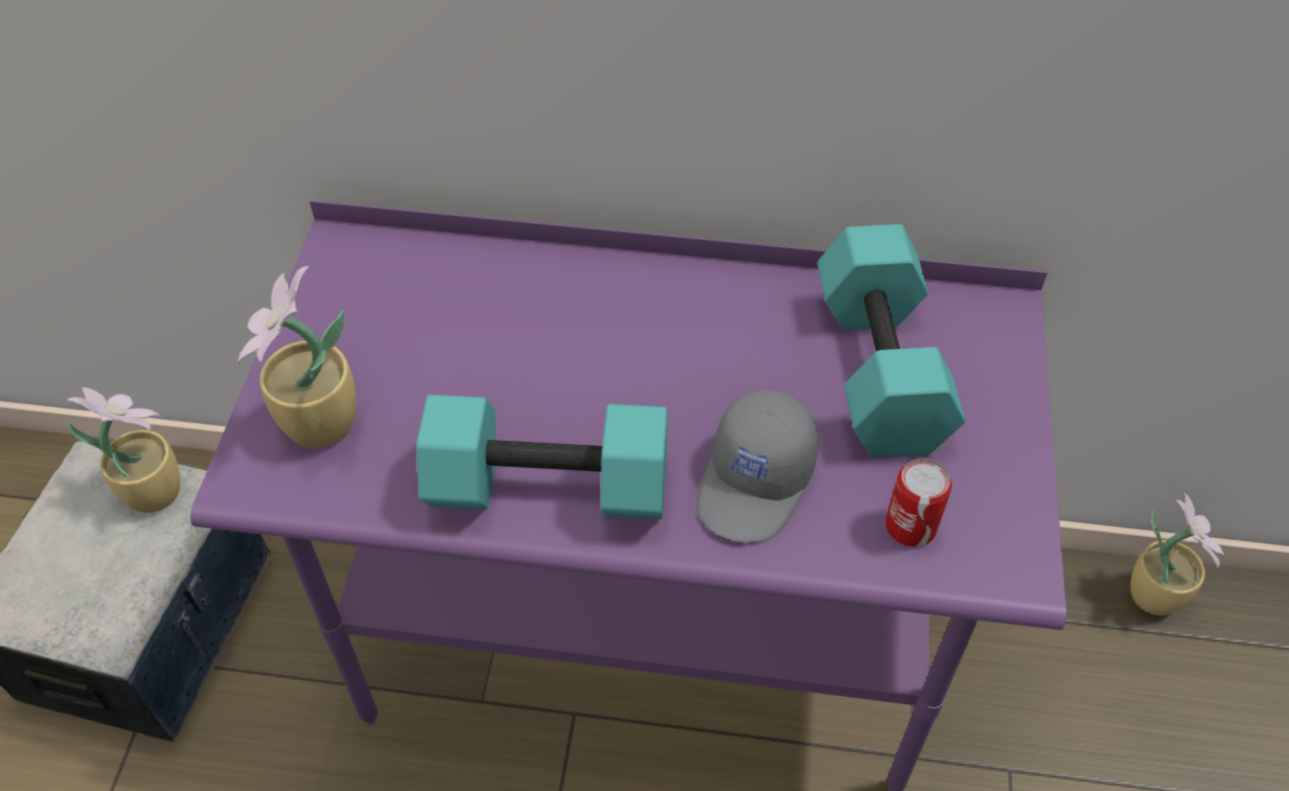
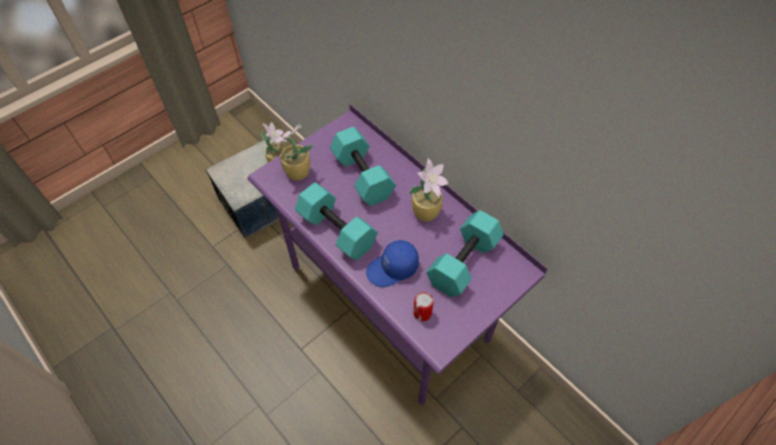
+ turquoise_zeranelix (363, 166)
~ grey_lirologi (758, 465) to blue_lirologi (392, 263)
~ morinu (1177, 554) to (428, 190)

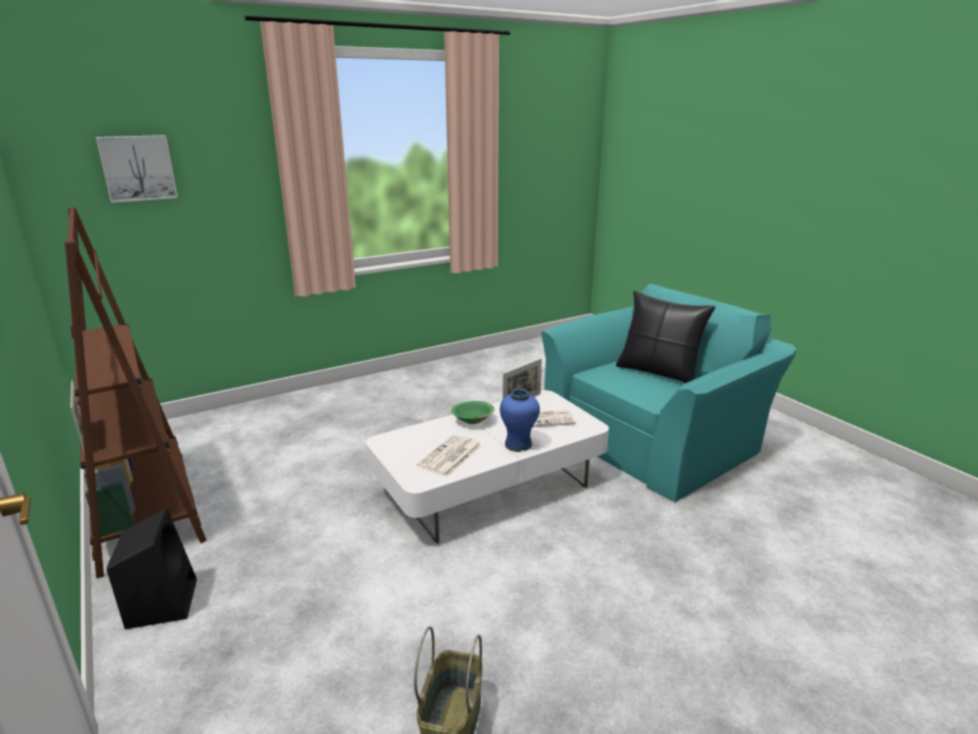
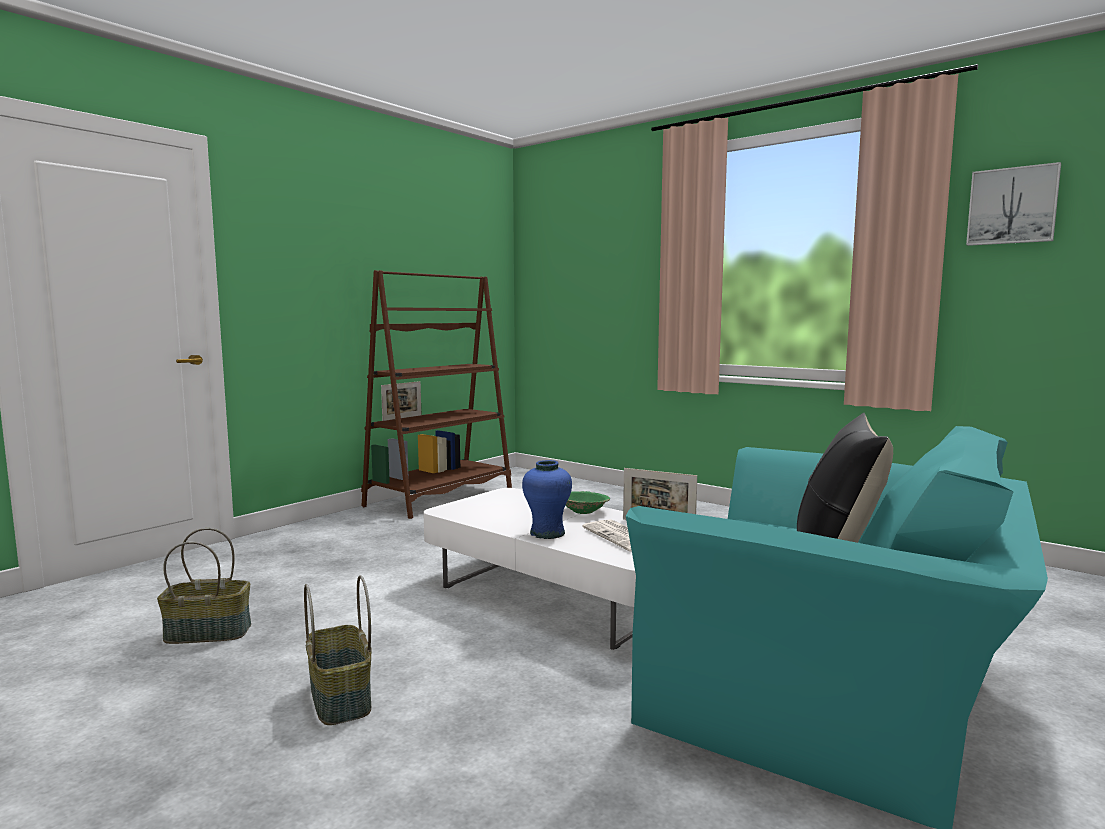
+ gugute (338, 650)
~ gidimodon (137, 169) to (1013, 204)
- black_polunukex (152, 568)
- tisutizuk (449, 455)

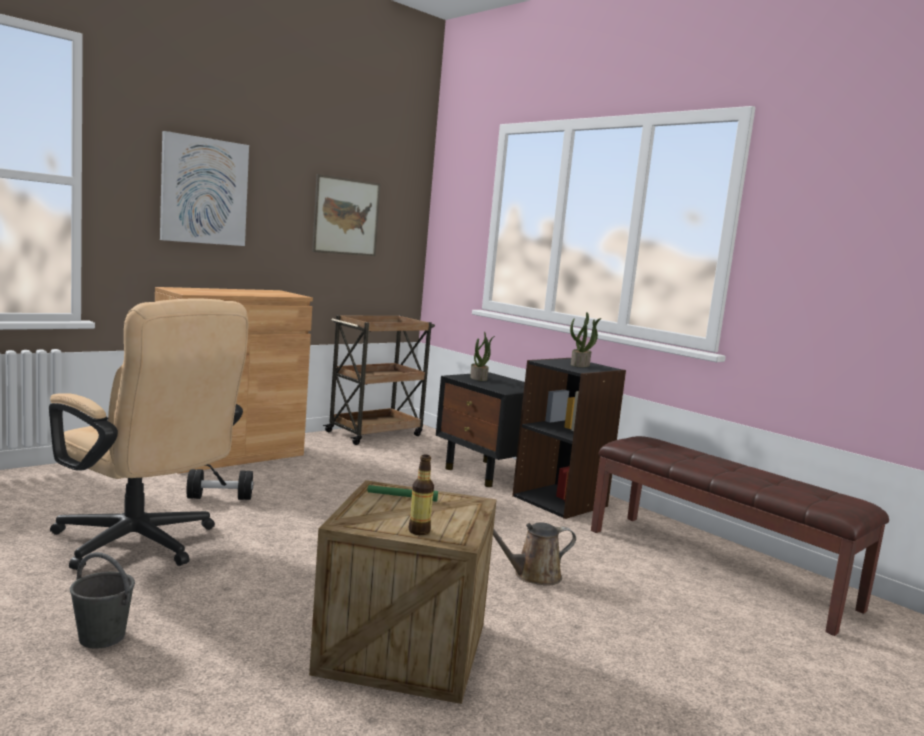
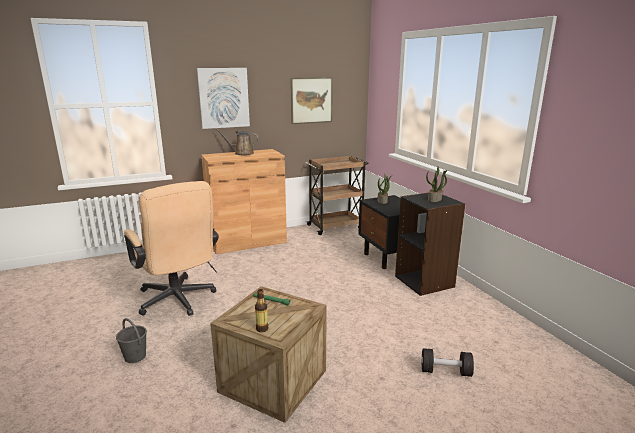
~ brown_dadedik (534, 554) to (237, 142)
~ black_zeranelix (220, 484) to (447, 362)
- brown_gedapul (740, 536)

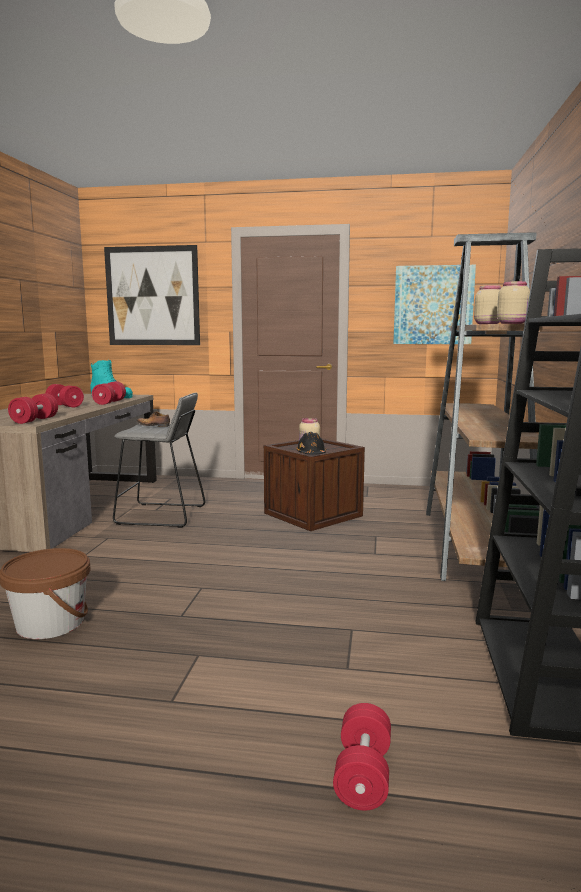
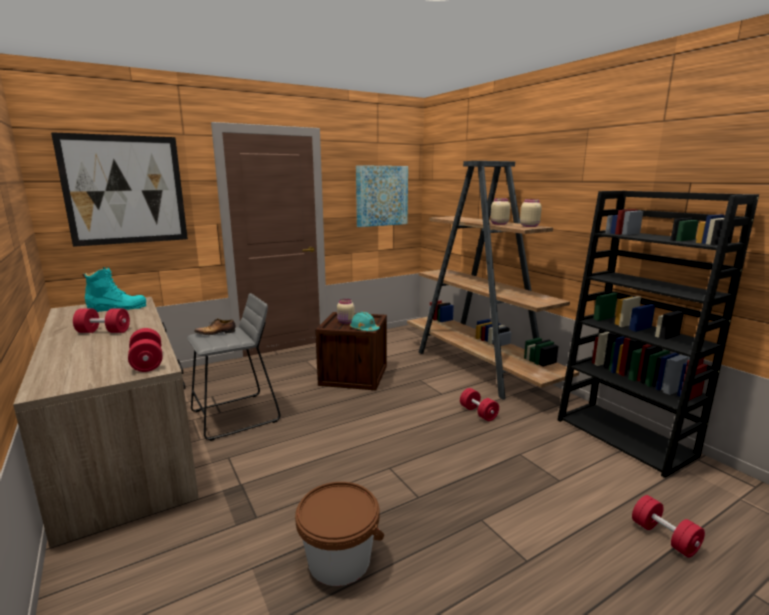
~ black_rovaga (311, 443) to turquoise_rovaga (365, 321)
~ red_zeranelix (109, 393) to (479, 404)

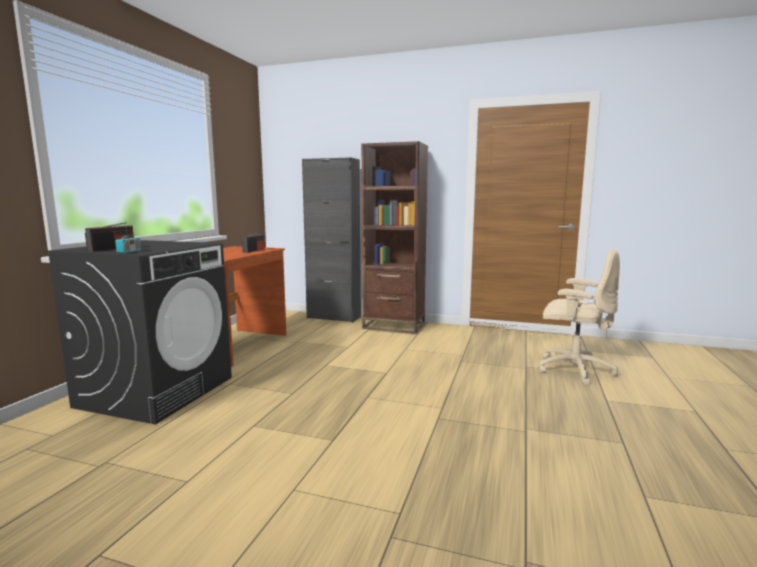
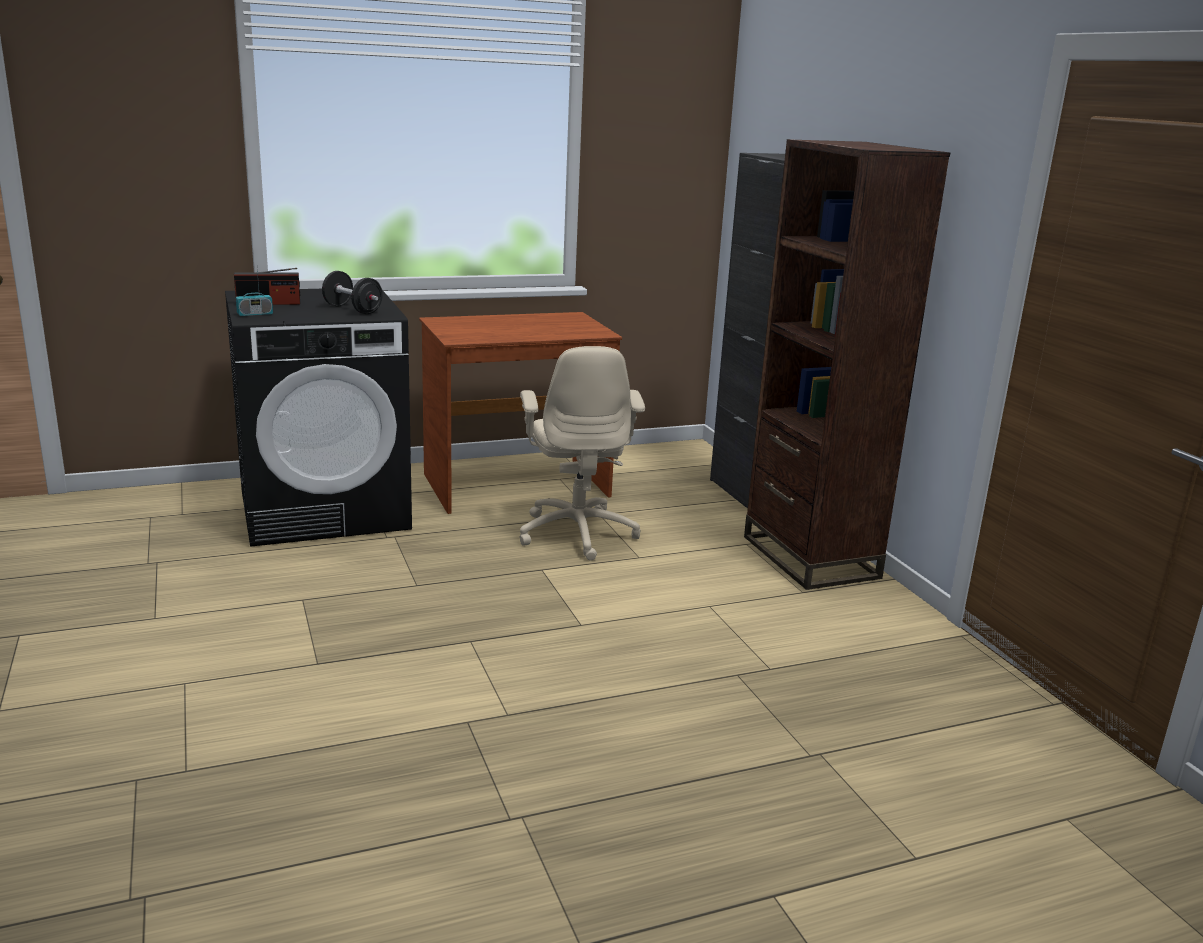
+ black_zeranelix (352, 292)
~ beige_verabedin (579, 317) to (582, 453)
- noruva (253, 242)

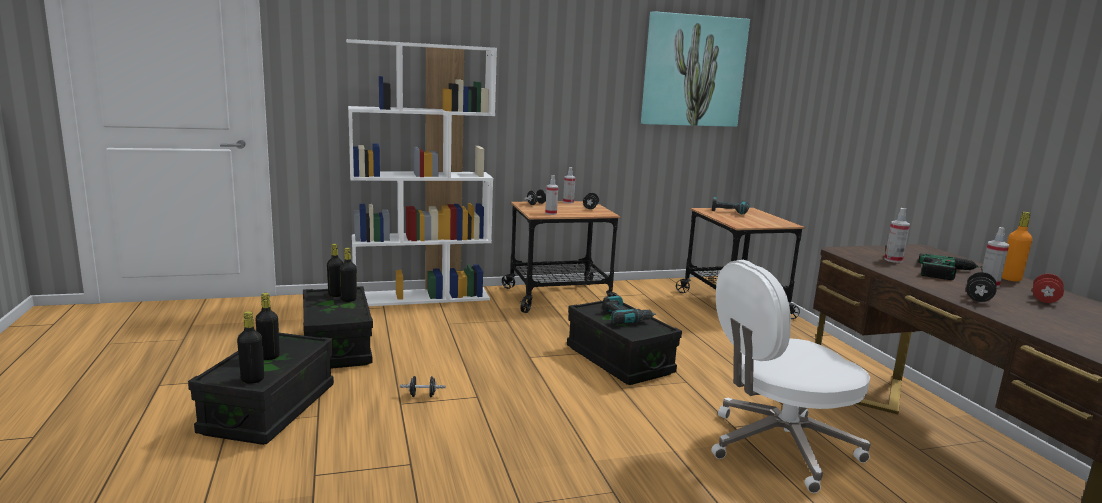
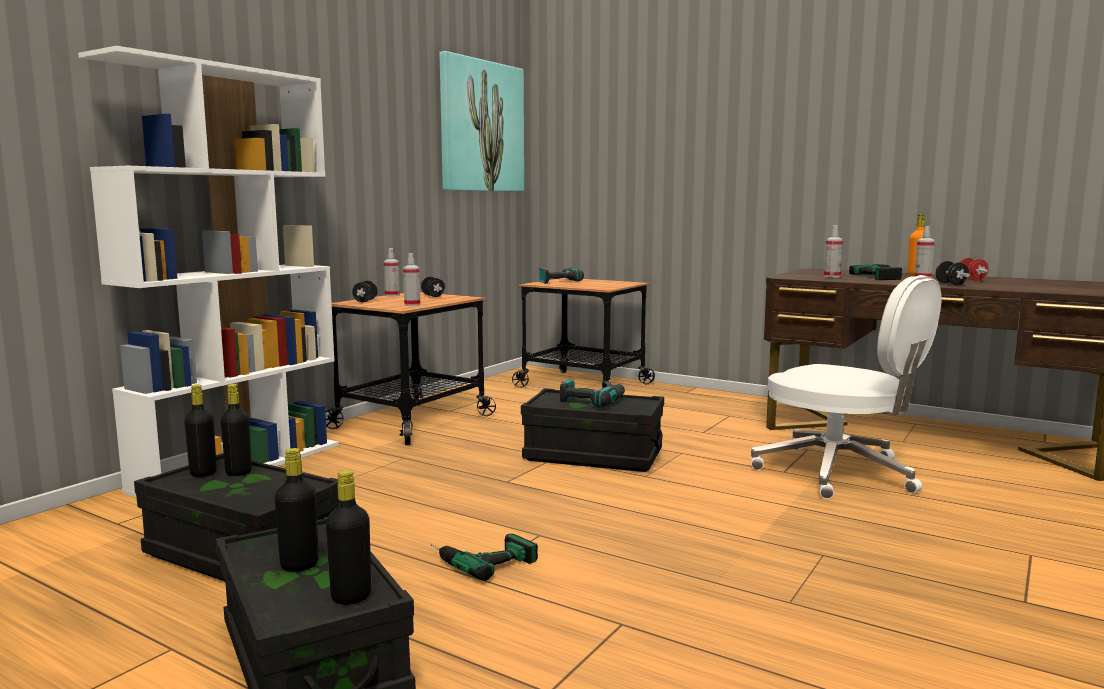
~ black_zeranelix (423, 386) to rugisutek (484, 557)
~ white_verabedin (790, 376) = (846, 387) 75 degrees counterclockwise

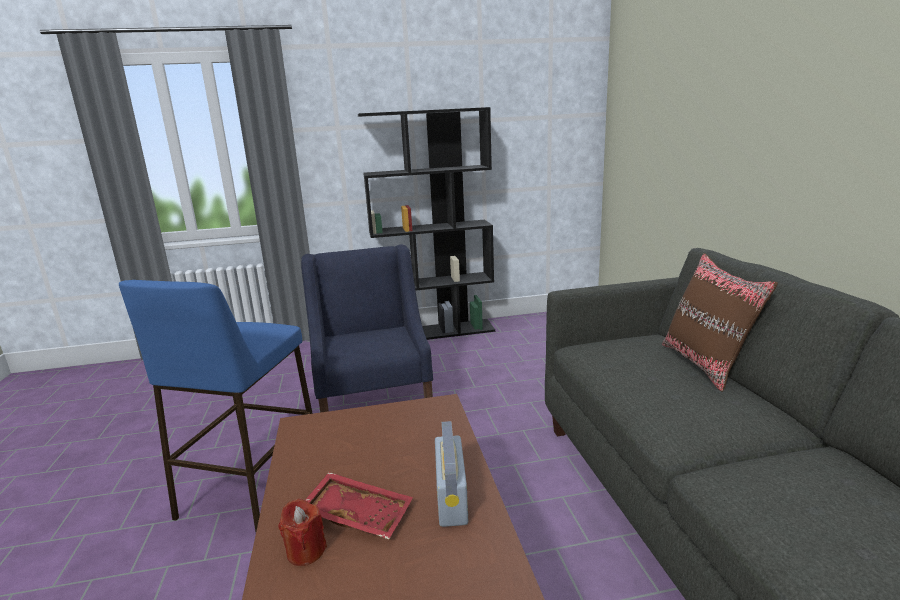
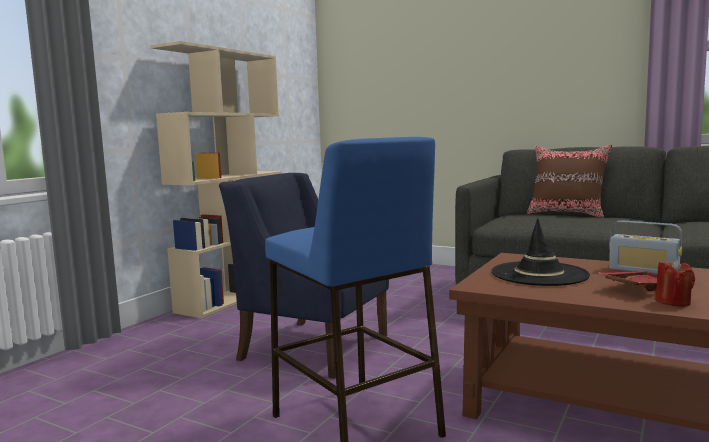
~ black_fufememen (426, 223) to beige_fufememen (216, 179)
+ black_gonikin (540, 252)

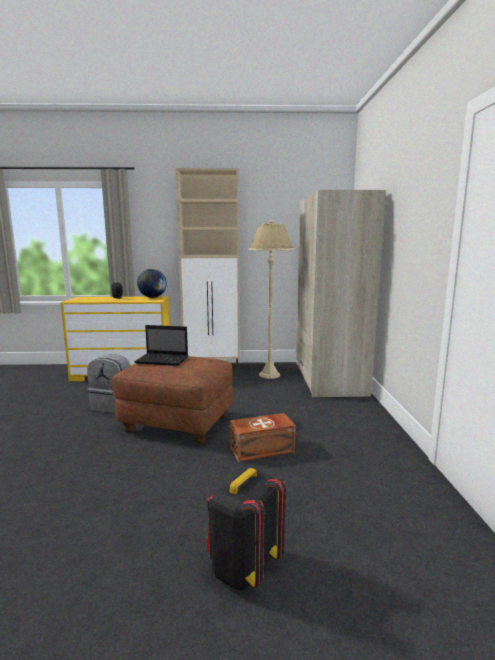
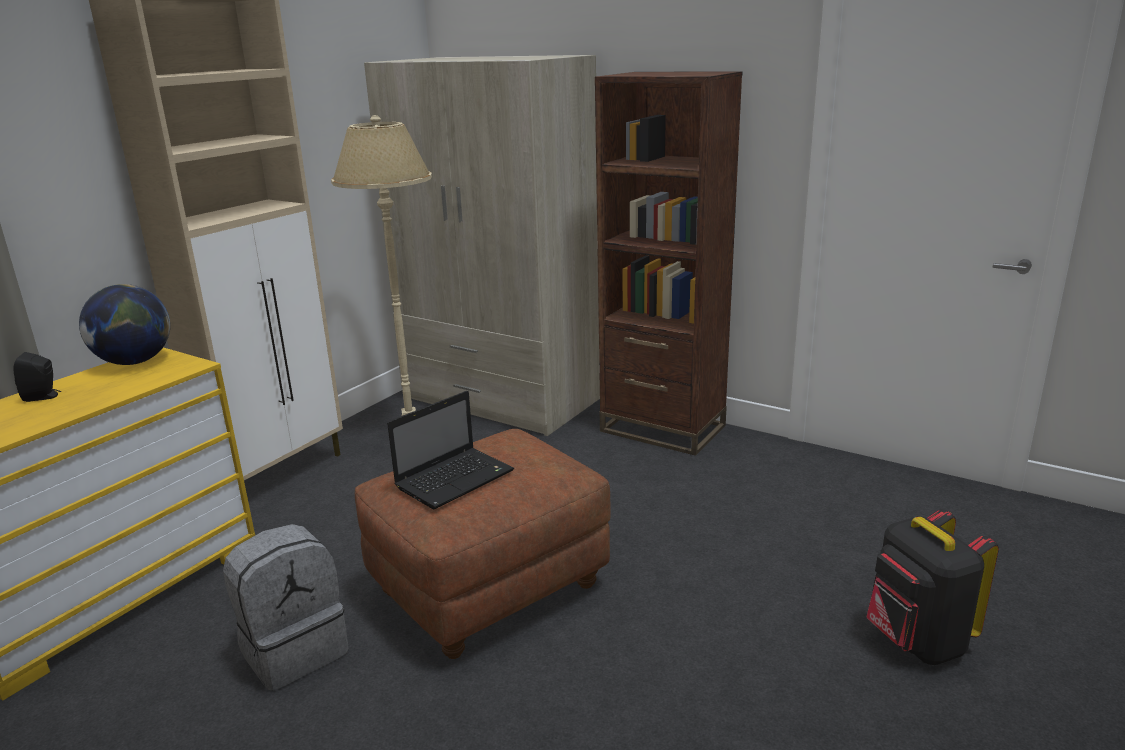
+ brown_fufememen (669, 263)
- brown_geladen (262, 437)

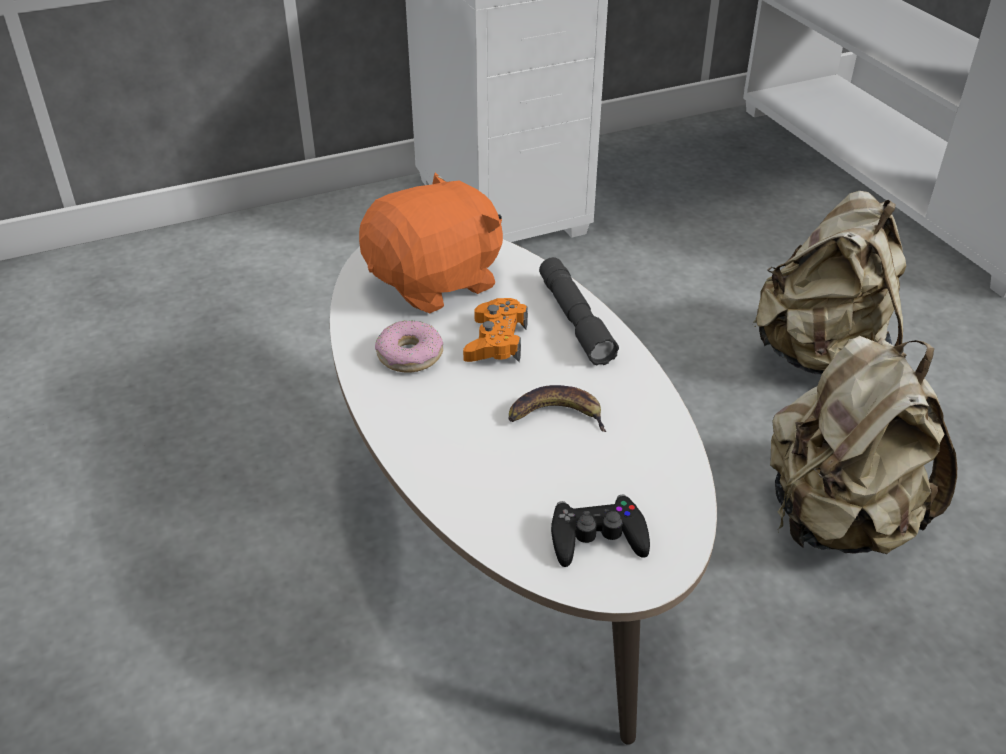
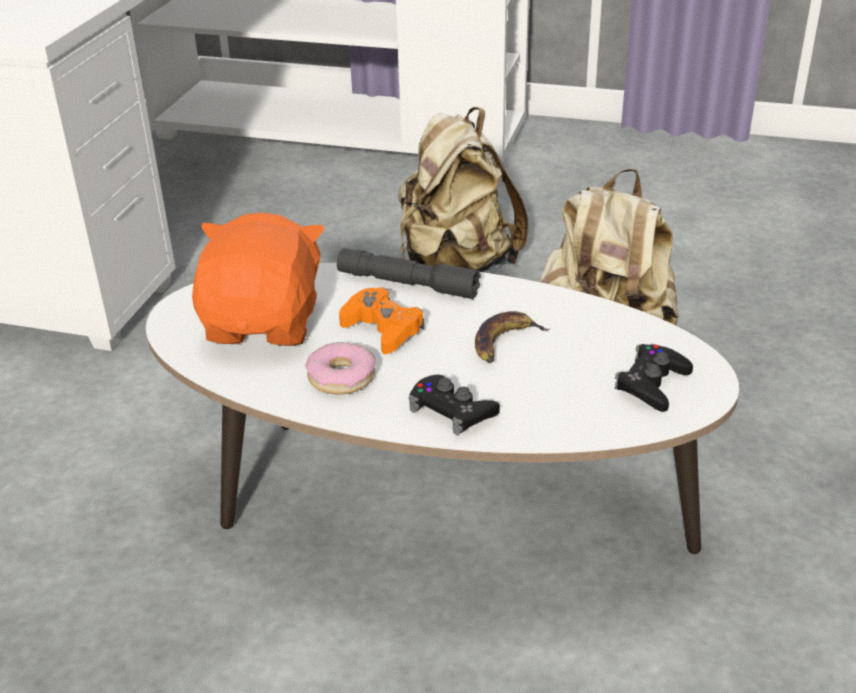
+ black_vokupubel (454, 405)

